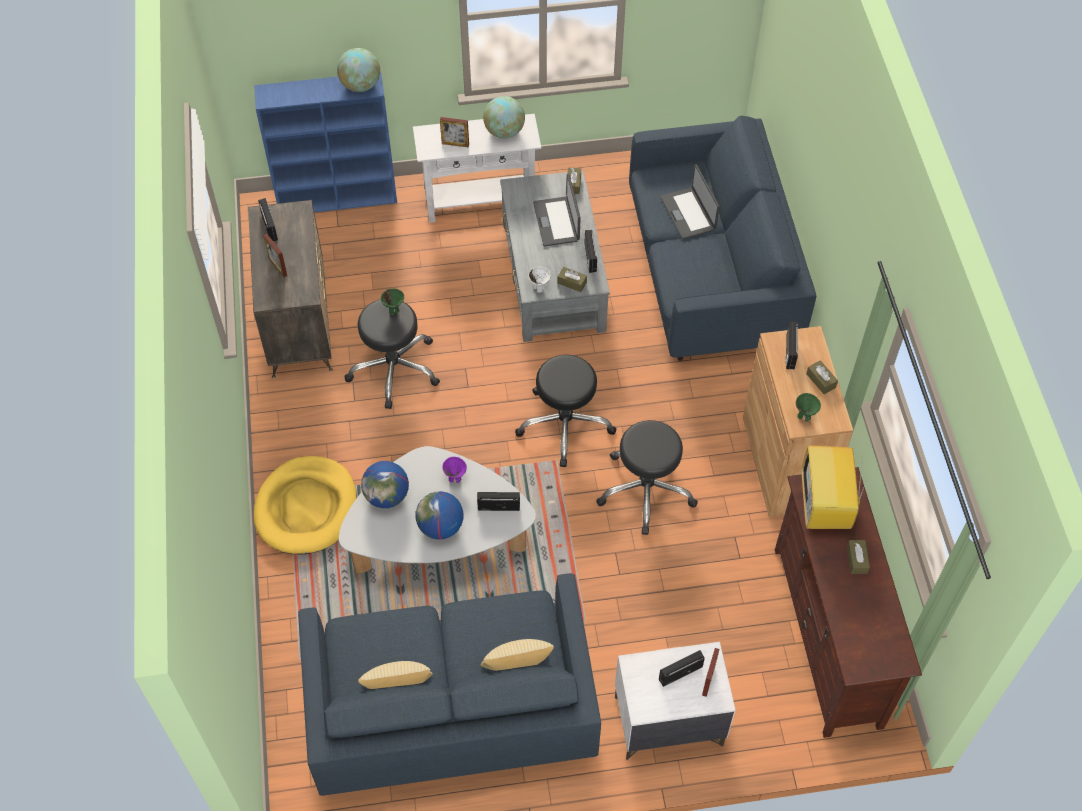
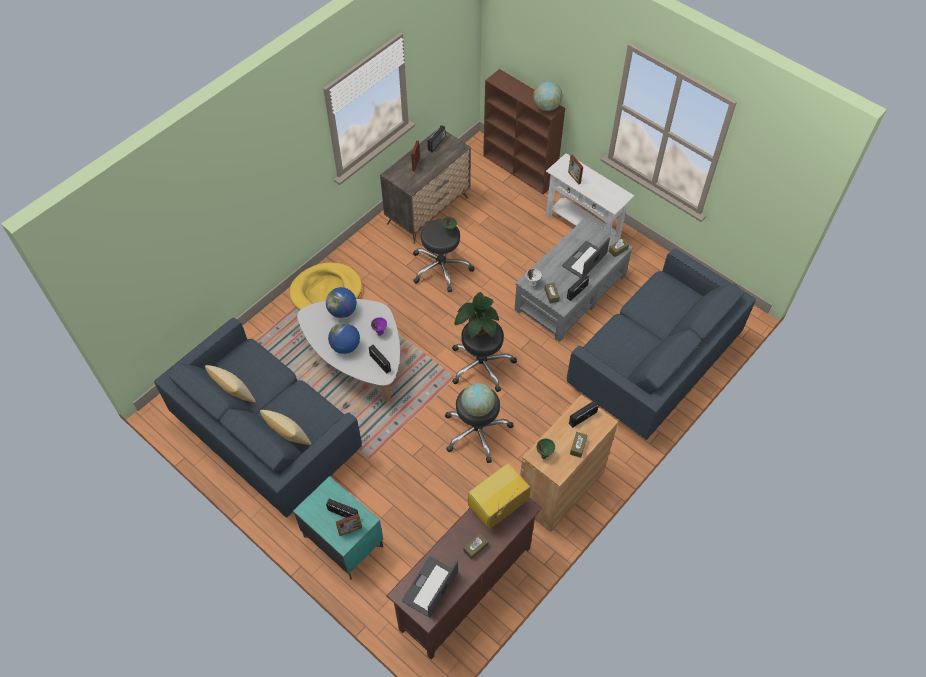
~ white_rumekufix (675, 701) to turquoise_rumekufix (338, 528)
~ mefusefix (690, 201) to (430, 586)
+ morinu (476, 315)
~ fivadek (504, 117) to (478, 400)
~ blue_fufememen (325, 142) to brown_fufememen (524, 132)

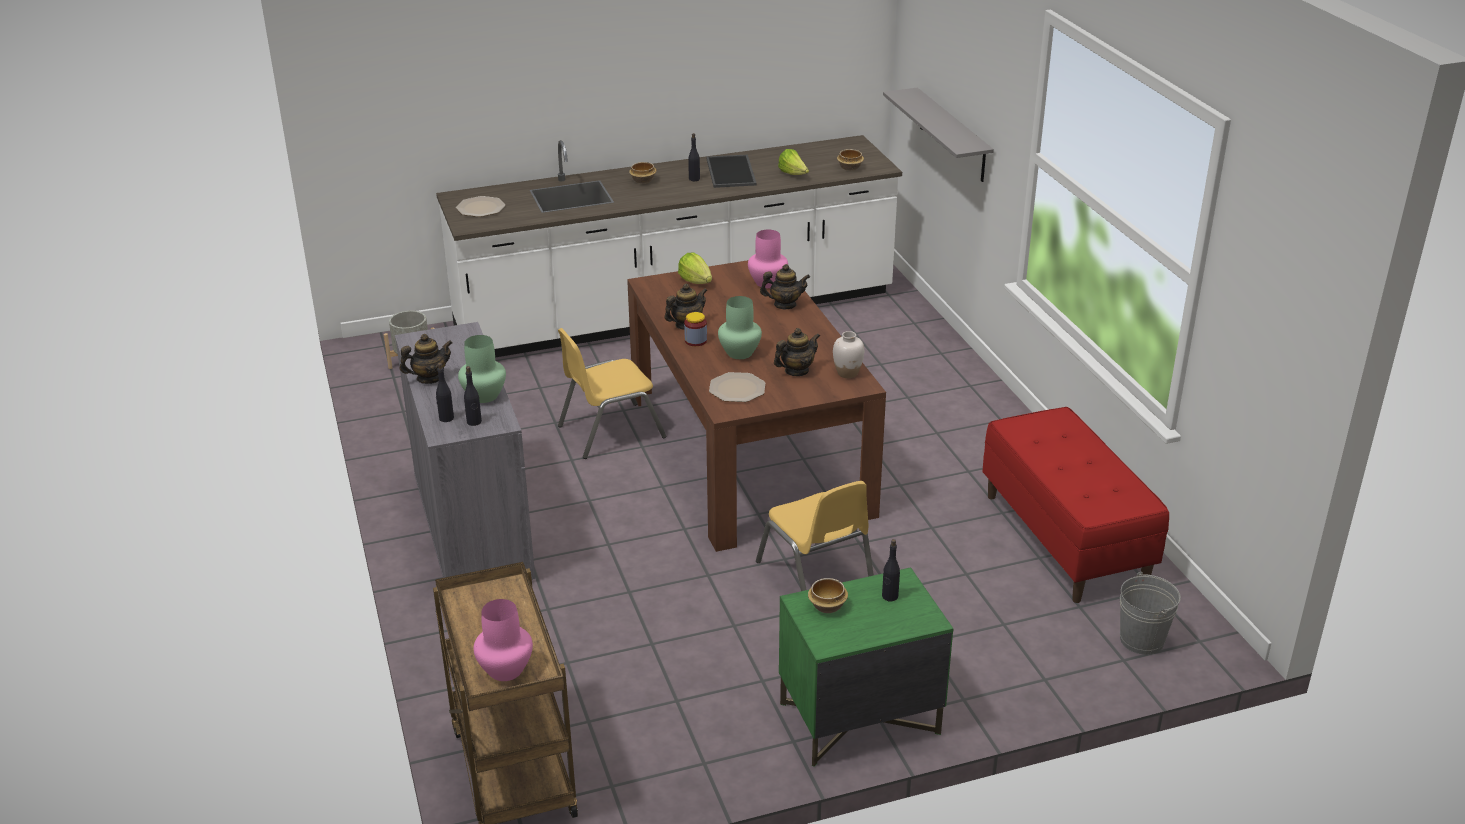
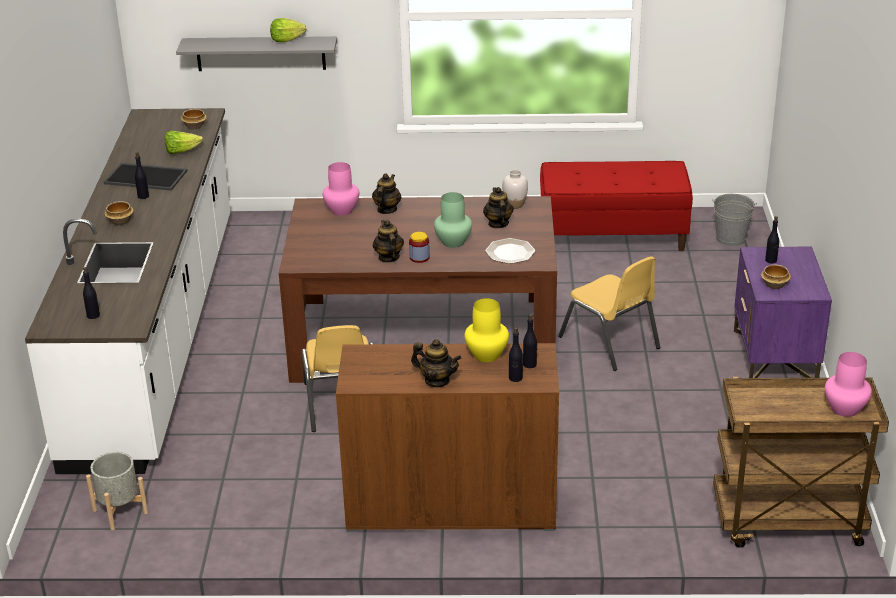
~ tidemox (480, 206) to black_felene (91, 293)
~ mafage (695, 268) to (288, 30)
~ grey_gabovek (465, 451) to brown_gabovek (447, 437)
~ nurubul (426, 359) = (436, 363) 120 degrees clockwise
~ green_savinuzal (482, 369) to yellow_savinuzal (486, 330)
~ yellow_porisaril (815, 536) = (609, 313) 60 degrees clockwise
~ green_rumekufix (866, 667) to purple_rumekufix (783, 312)

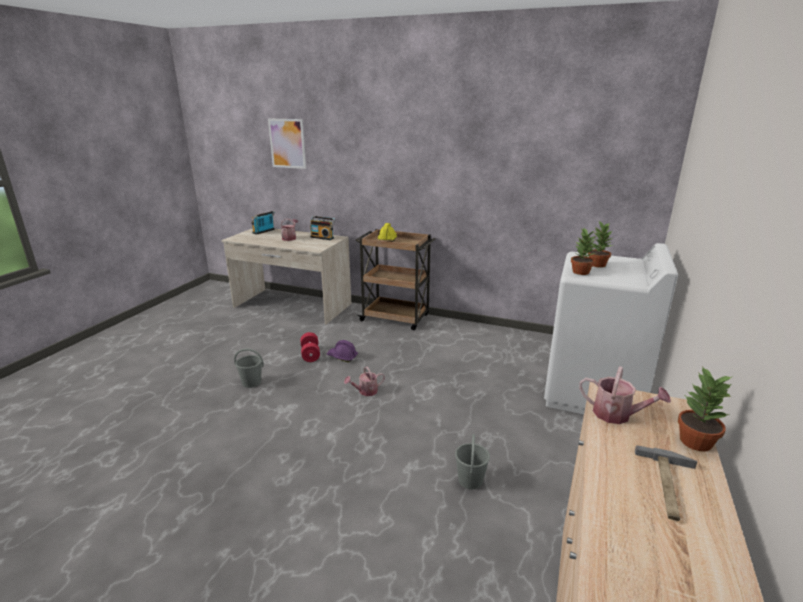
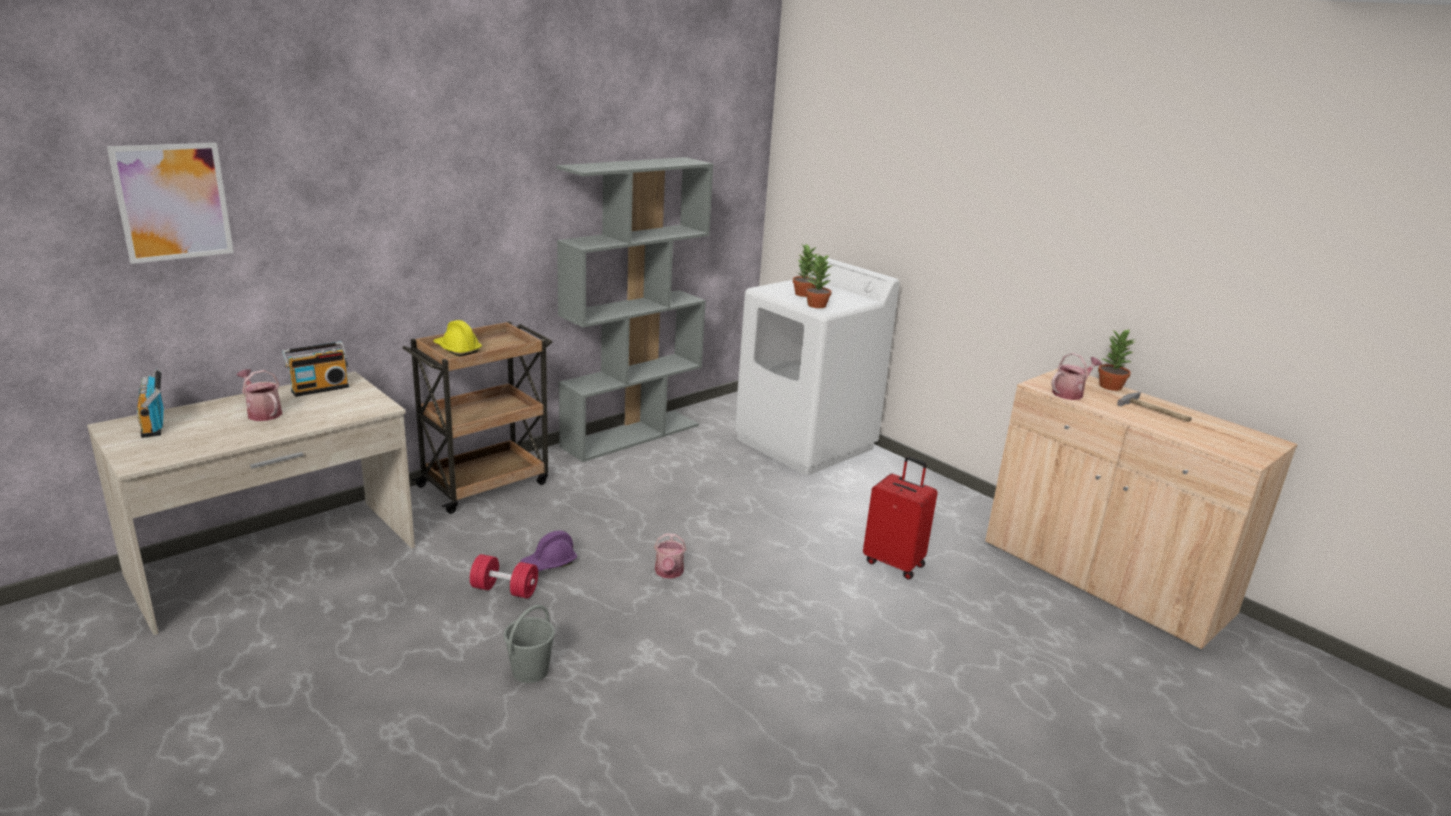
+ grey_fufememen (634, 309)
~ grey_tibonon (472, 461) to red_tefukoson (900, 518)

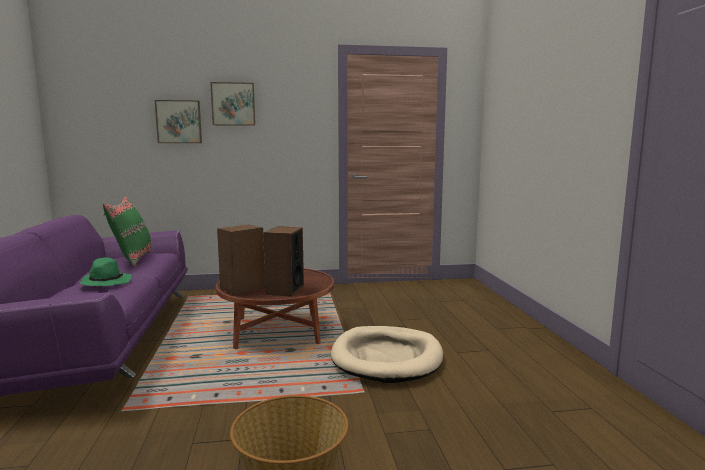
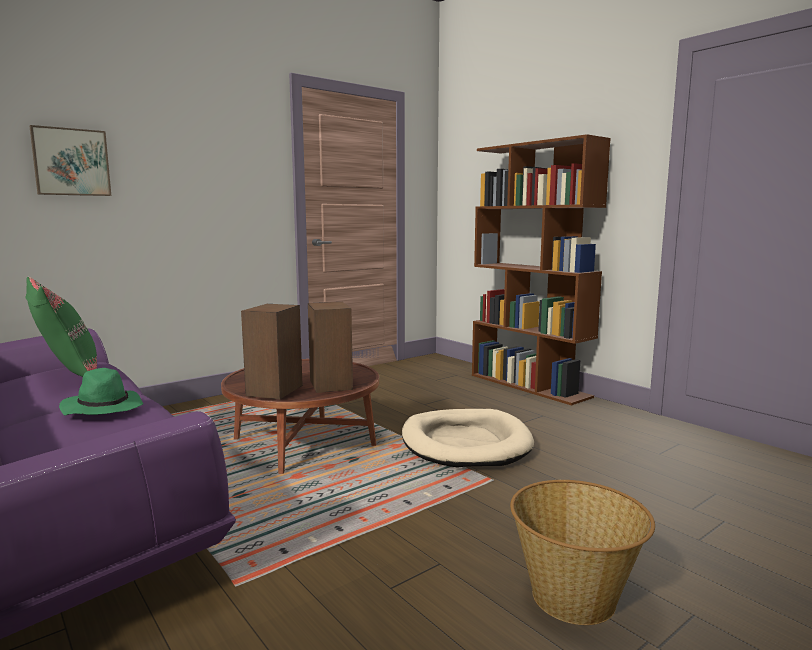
+ brown_fufememen (541, 270)
- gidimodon (232, 104)

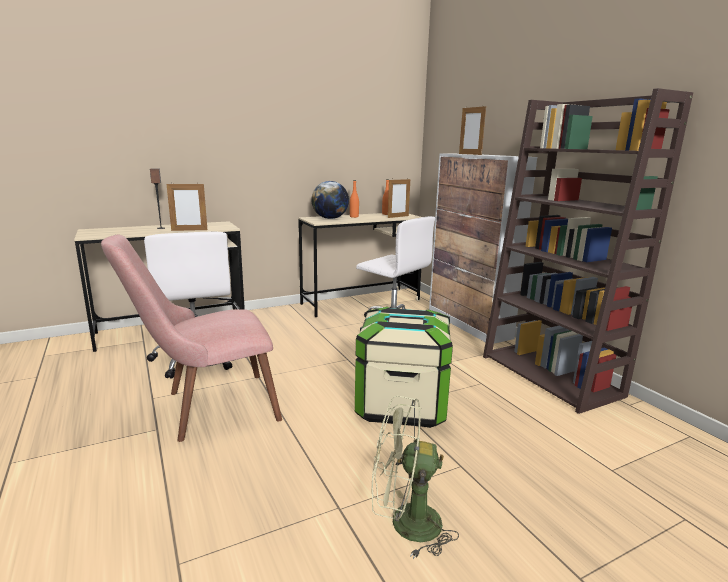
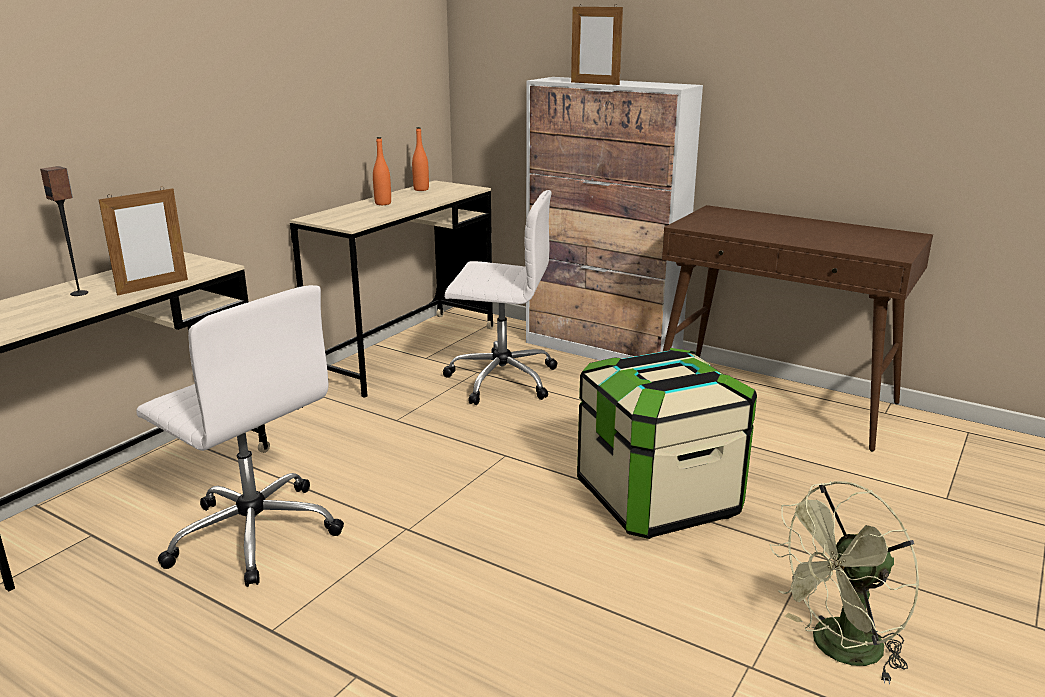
~ brown_fufememen (588, 251) to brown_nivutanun (797, 328)
- pink_porisaril (191, 338)
- fivadek (330, 200)
- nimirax (399, 198)

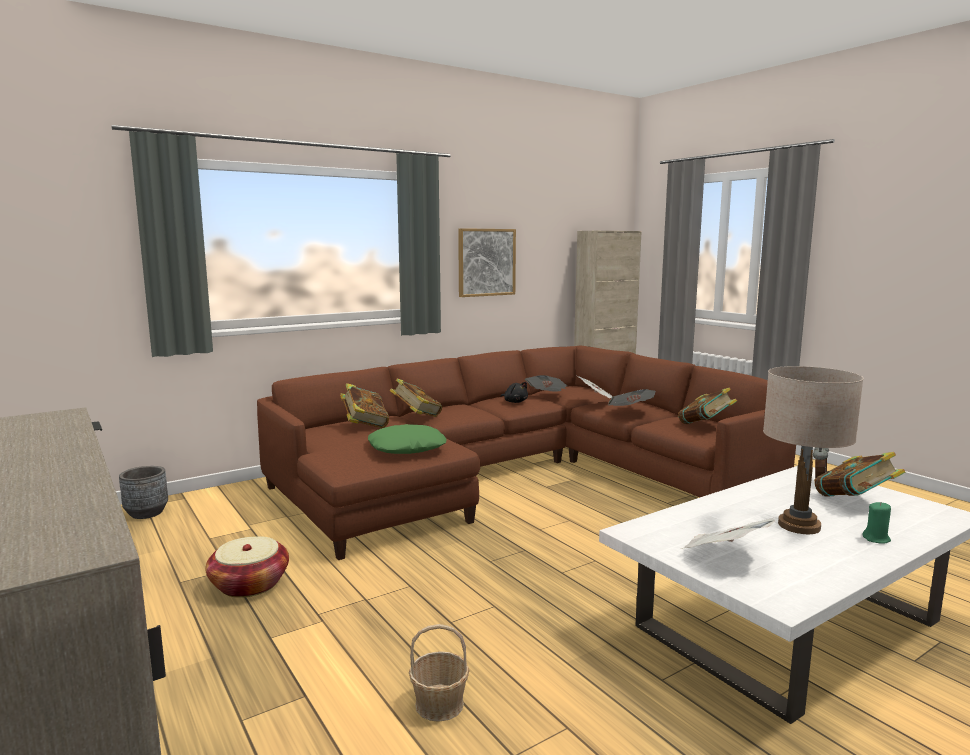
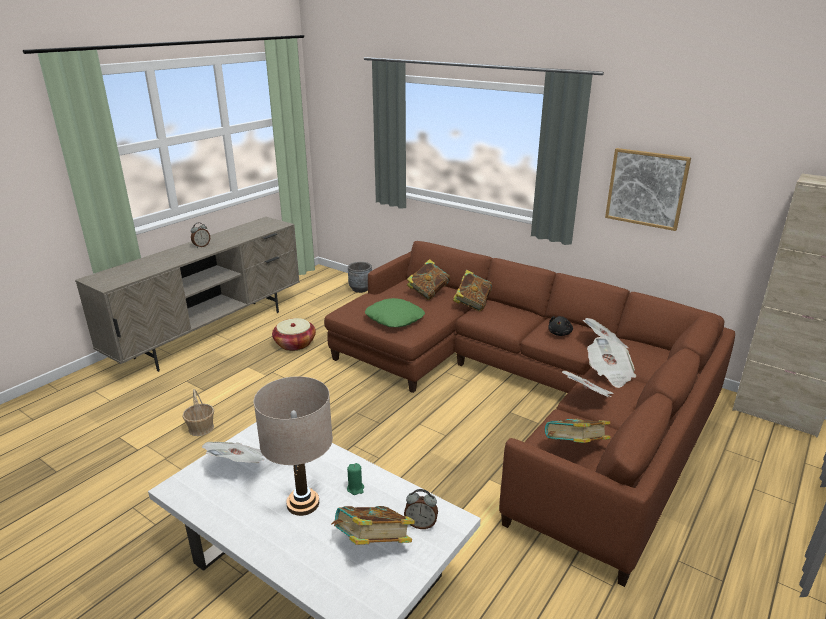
+ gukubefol (200, 235)
~ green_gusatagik (876, 523) to (355, 479)

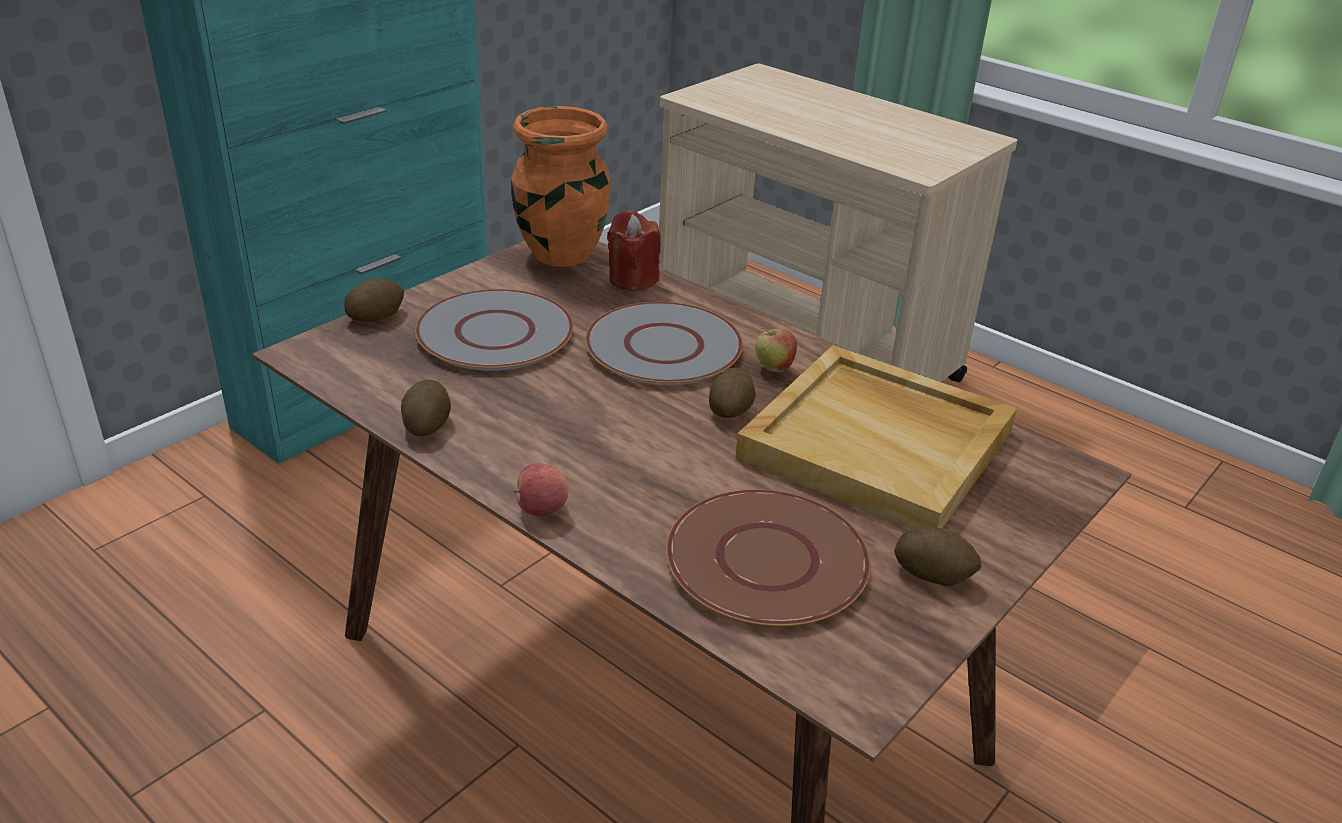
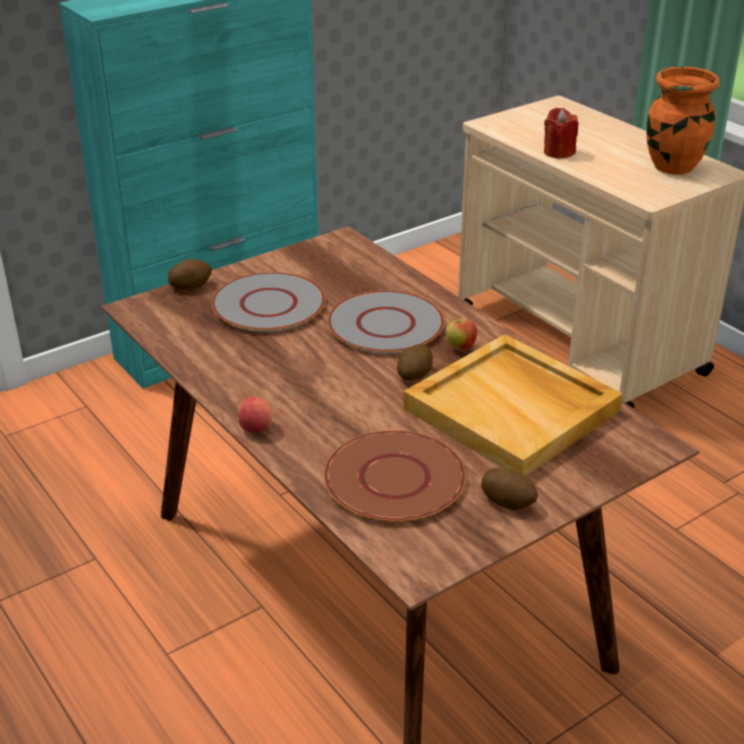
~ red_gusatagik (634, 251) to (561, 133)
~ orange_savinuzal (561, 186) to (683, 121)
- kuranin (426, 408)

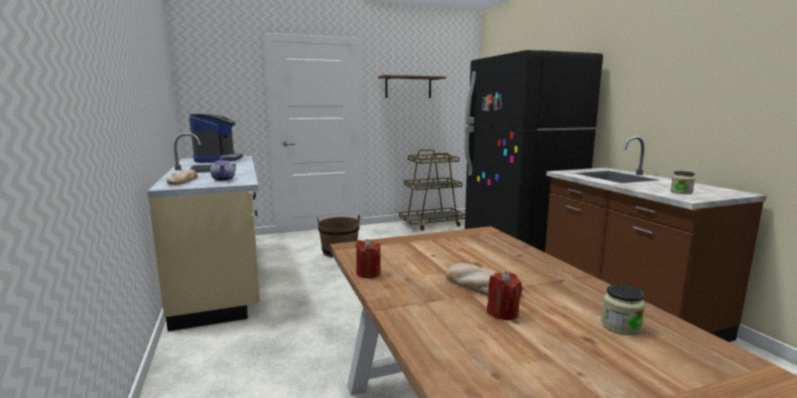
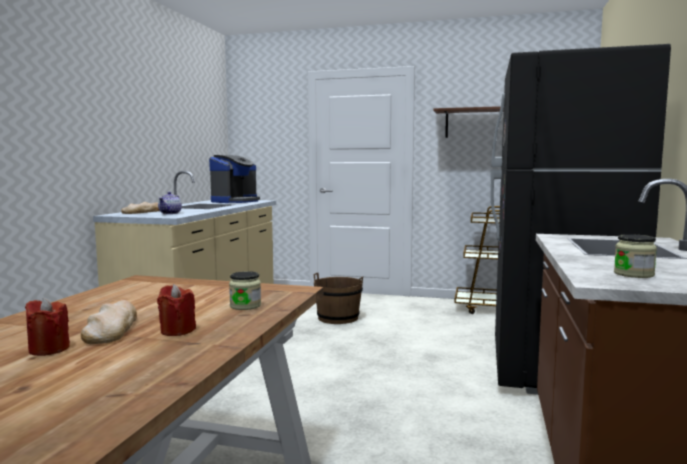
~ red_gusatagik (368, 258) to (176, 310)
~ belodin (623, 310) to (245, 290)

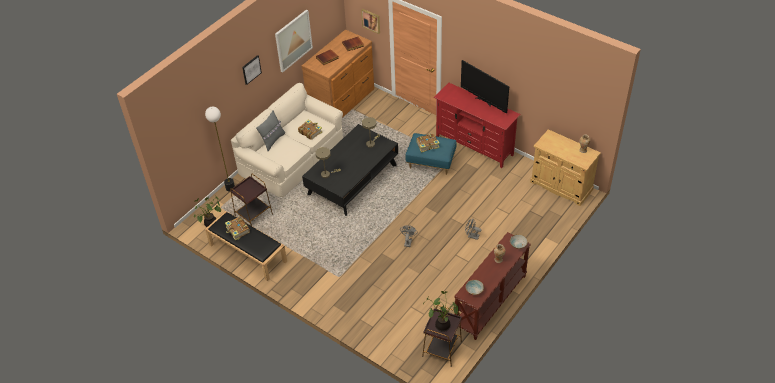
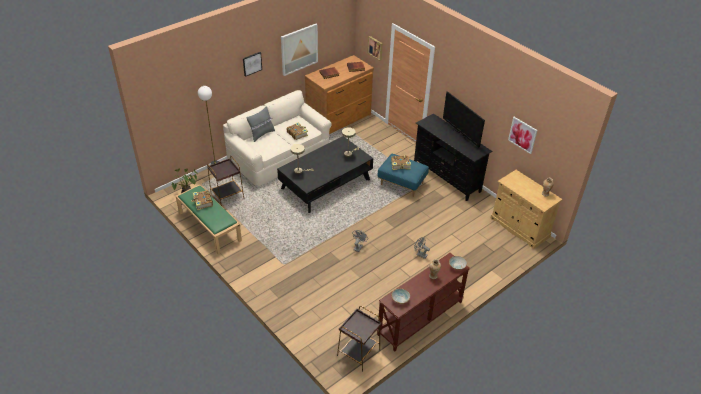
~ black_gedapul (246, 246) to green_gedapul (209, 219)
~ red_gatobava (477, 125) to black_gatobava (453, 157)
+ gidimodon (523, 135)
- morinu (440, 311)

